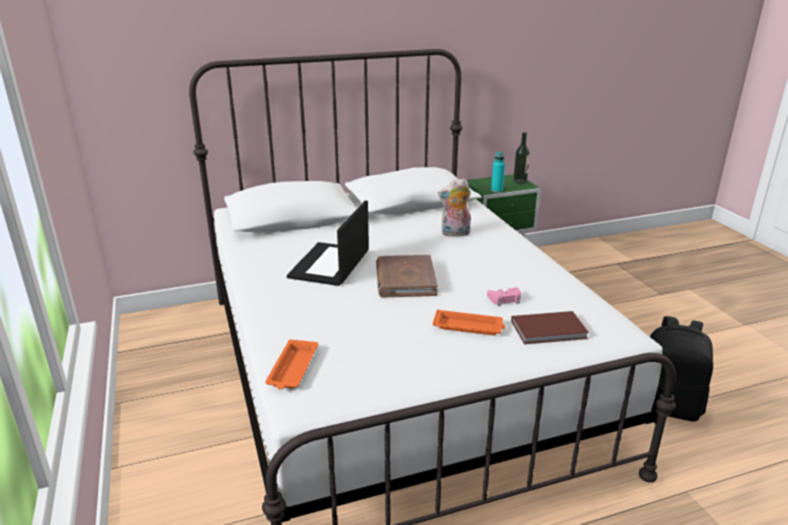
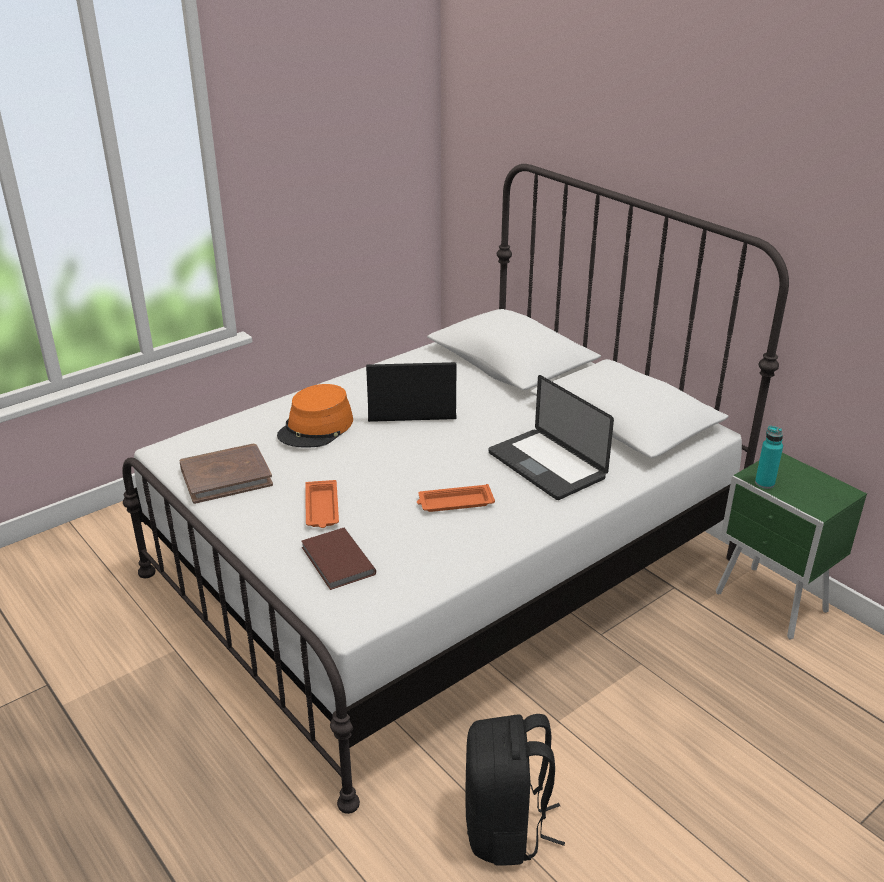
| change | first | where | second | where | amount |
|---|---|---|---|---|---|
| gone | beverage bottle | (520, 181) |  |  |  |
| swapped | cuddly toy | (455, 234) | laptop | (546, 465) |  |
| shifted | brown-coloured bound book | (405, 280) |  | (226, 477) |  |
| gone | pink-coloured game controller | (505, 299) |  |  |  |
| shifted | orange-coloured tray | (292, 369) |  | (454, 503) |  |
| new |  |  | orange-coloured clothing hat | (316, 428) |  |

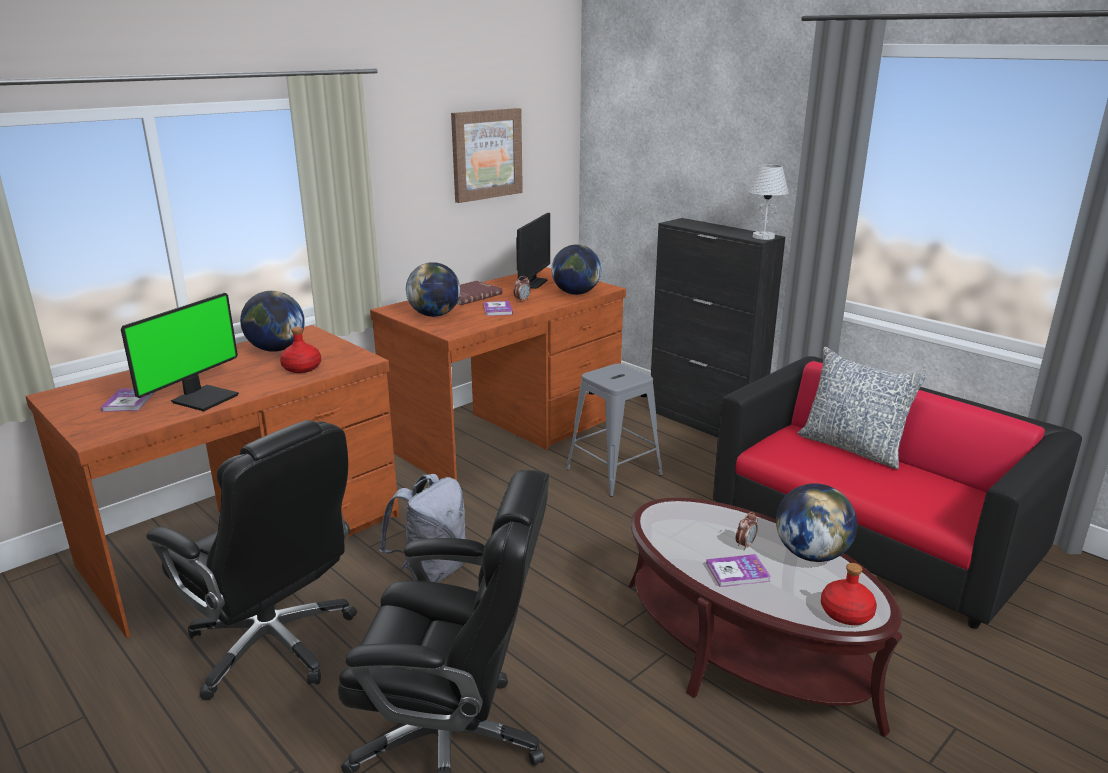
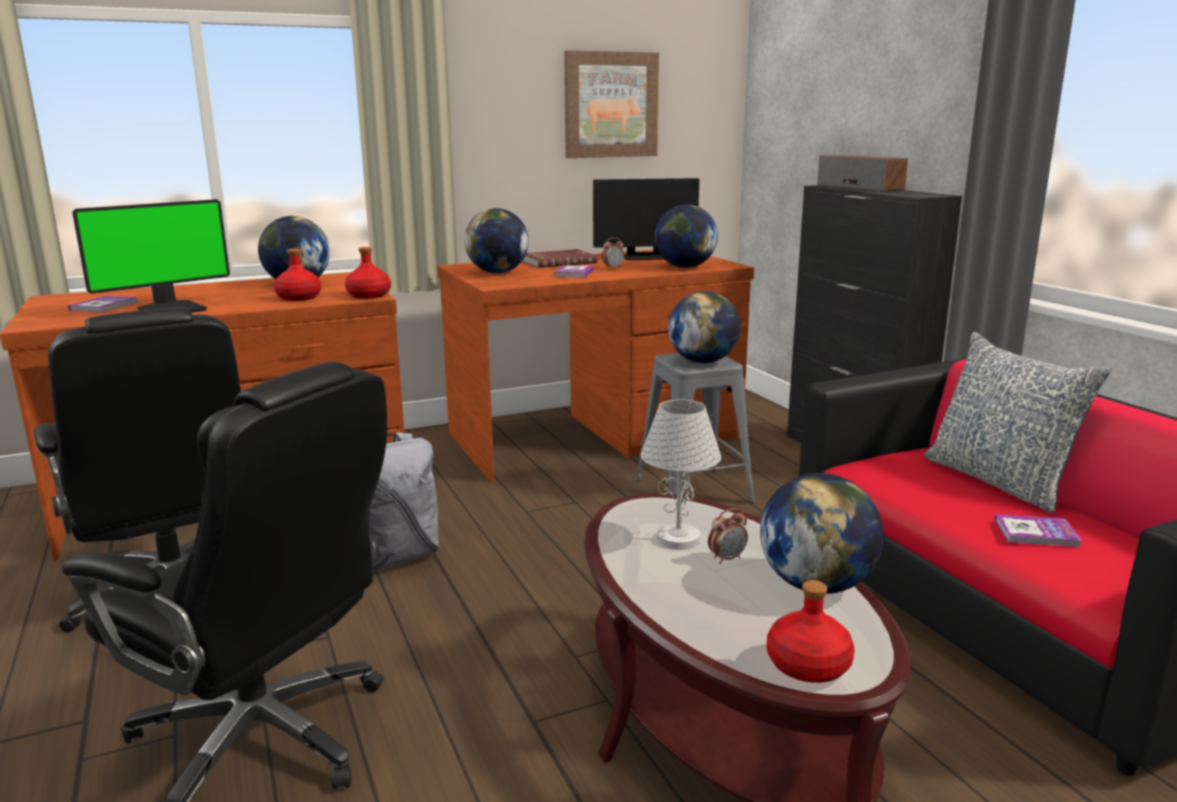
| change | first | where | second | where | amount |
|---|---|---|---|---|---|
| shifted | white-coloured tabletop lamp | (763, 237) |  | (679, 539) |  |
| rotated | computer display | (532, 283) |  | (644, 257) | 45 degrees clockwise |
| shifted | bound book | (737, 572) |  | (1036, 533) |  |
| new |  |  | loudspeaker | (860, 188) |  |
| new |  |  | reddish beverage bottle | (368, 295) |  |
| new |  |  | globe | (703, 361) |  |

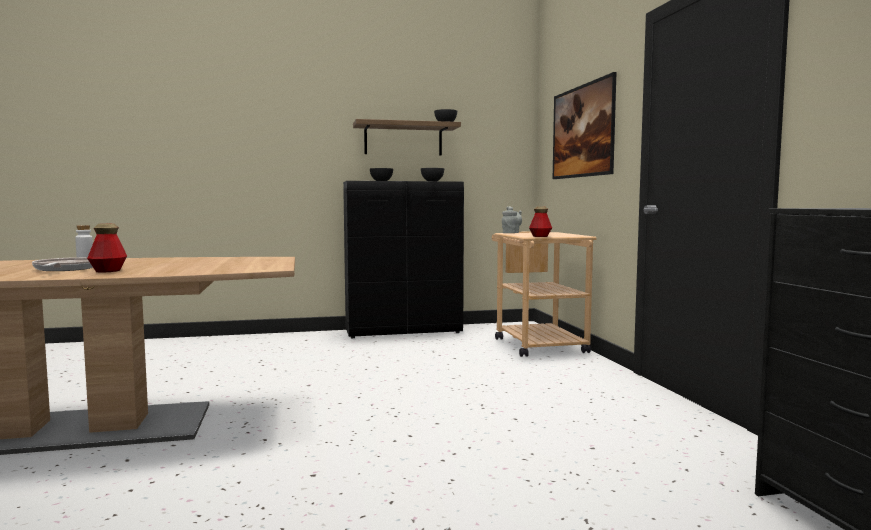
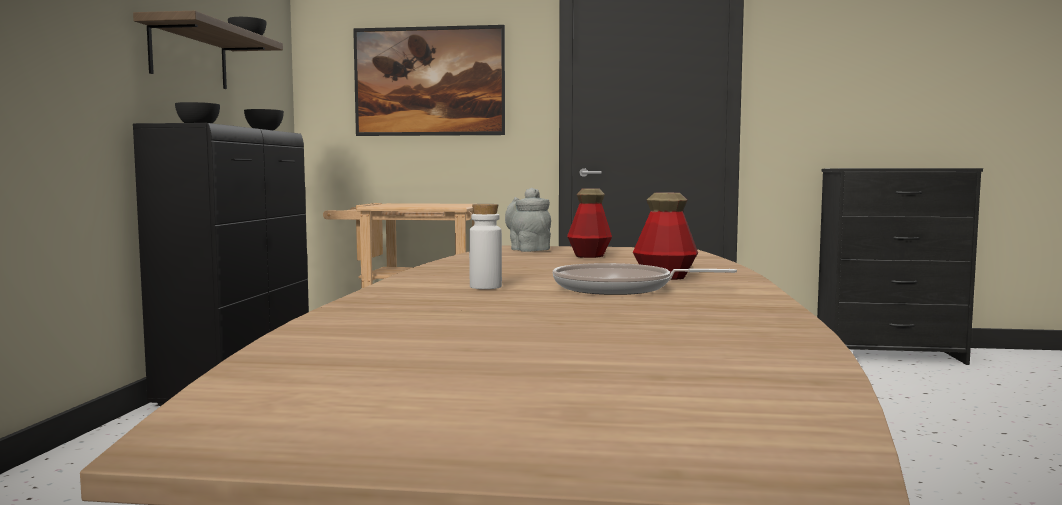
| change | first | where | second | where | amount |
|---|---|---|---|---|---|
| shifted | grey teapot | (511, 233) |  | (528, 249) |  |
| shifted | beverage bottle | (540, 236) |  | (589, 256) |  |

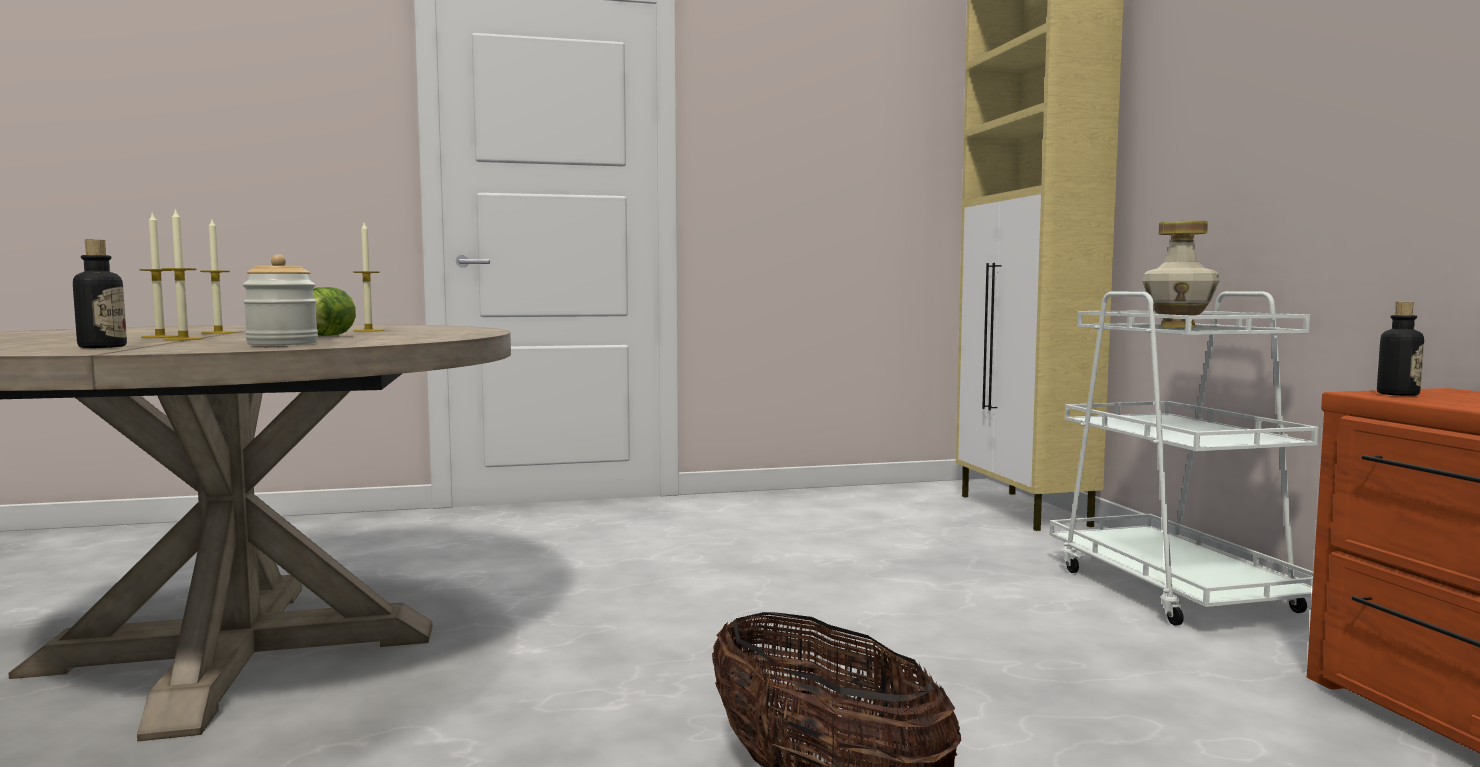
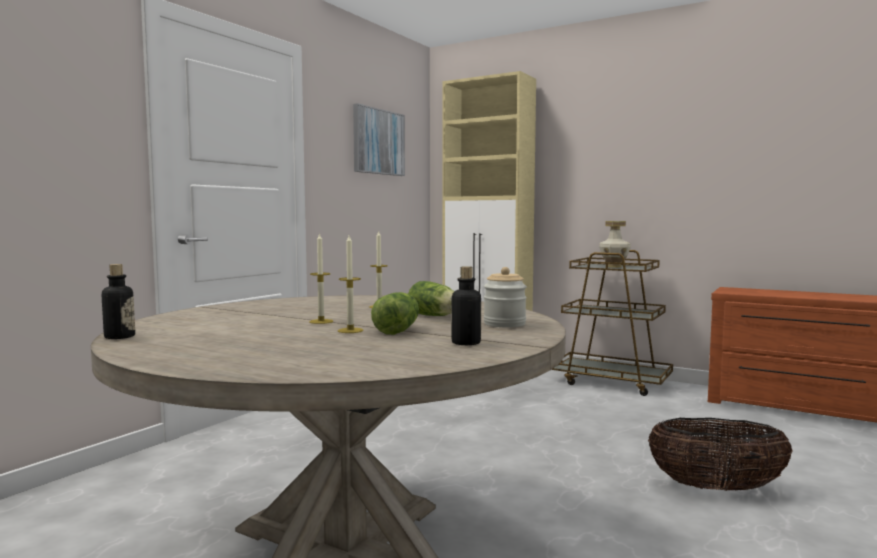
| change | first | where | second | where | amount |
|---|---|---|---|---|---|
| swapped | wax light | (183, 339) | lettuce head | (399, 330) |  |
| repainted | white-coloured wheeled cart | (1173, 589) | brown-coloured wheeled cart | (611, 382) |  |
| shifted | beverage bottle | (1397, 394) |  | (119, 337) |  |
| new |  |  | wall art | (378, 142) |  |

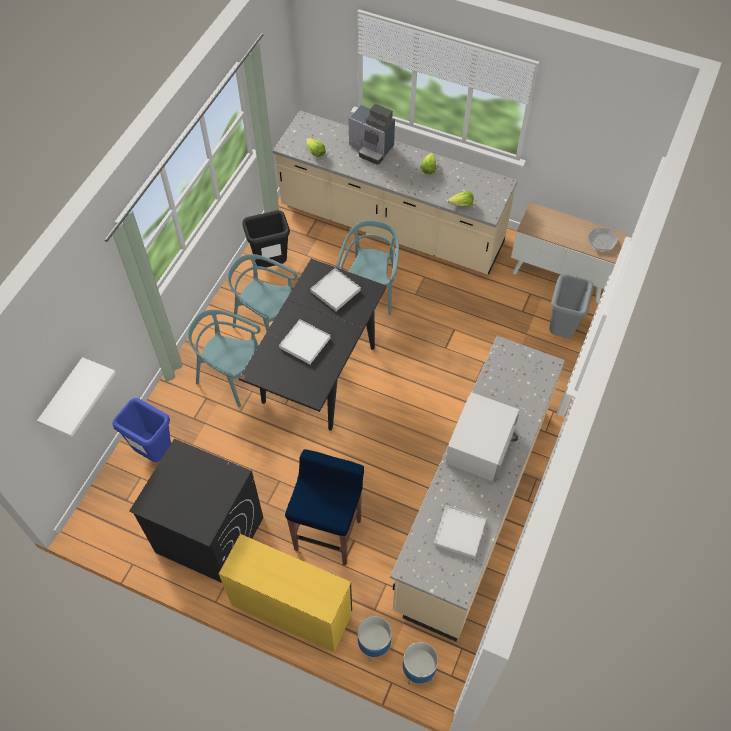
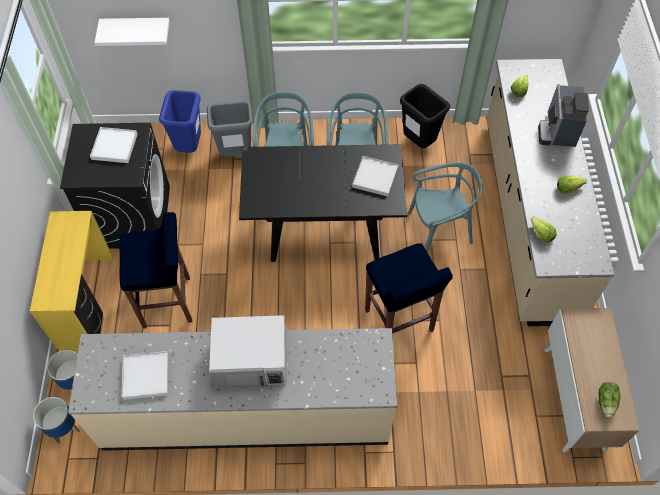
| change | first | where | second | where | amount |
|---|---|---|---|---|---|
| swapped | pan | (601, 241) | lettuce head | (606, 402) |  |
| shifted | grey rubbish bin | (560, 331) |  | (235, 154) |  |
| shifted | white-coloured tray | (305, 343) |  | (114, 146) |  |
| new |  |  | blue stool | (399, 321) |  |

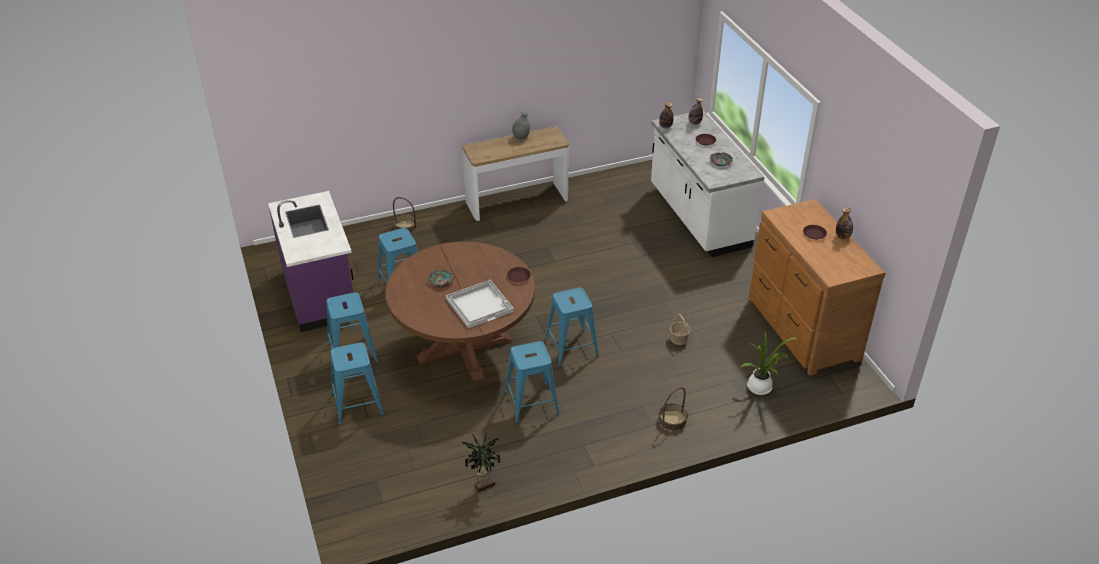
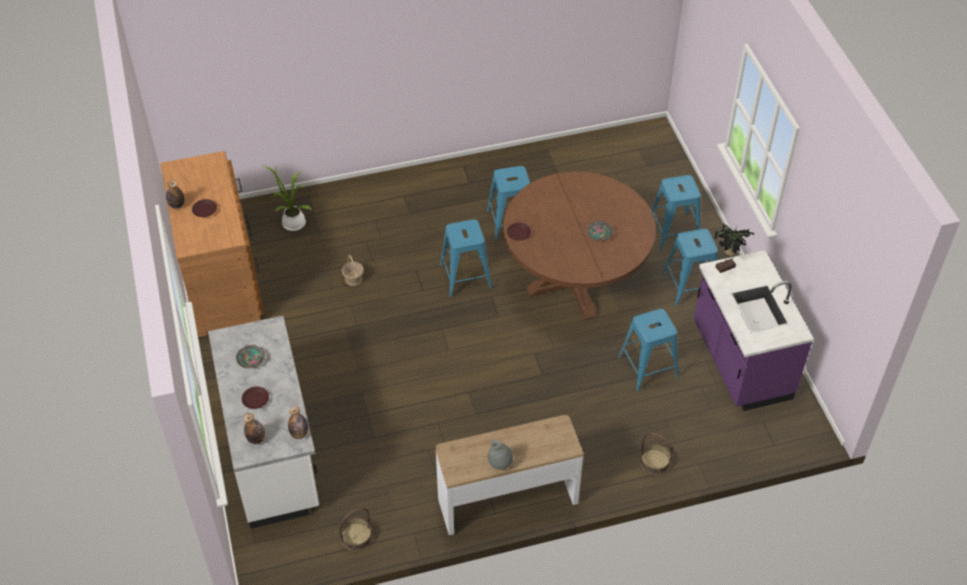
| change | first | where | second | where | amount |
|---|---|---|---|---|---|
| gone | white-coloured tray | (479, 304) |  |  |  |
| shifted | storage basket | (672, 420) |  | (356, 537) |  |
| shifted | plant in a pot | (483, 484) |  | (726, 268) |  |

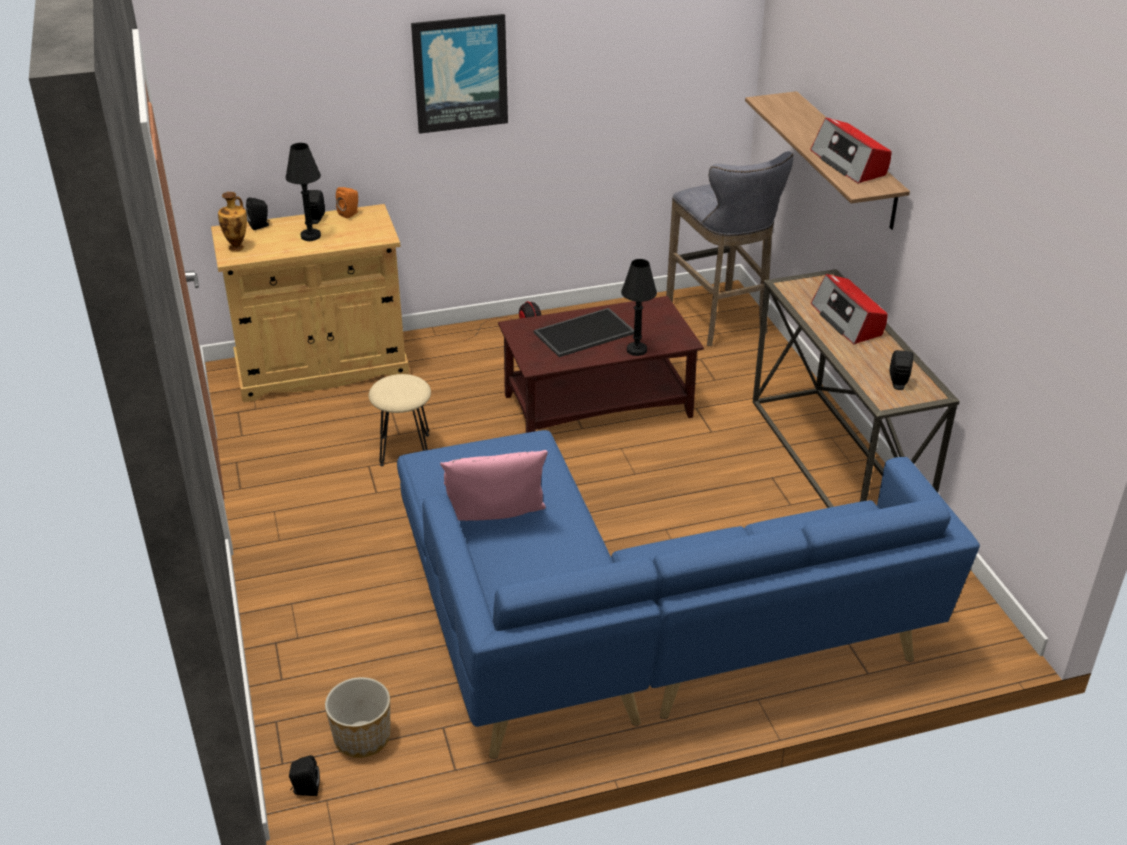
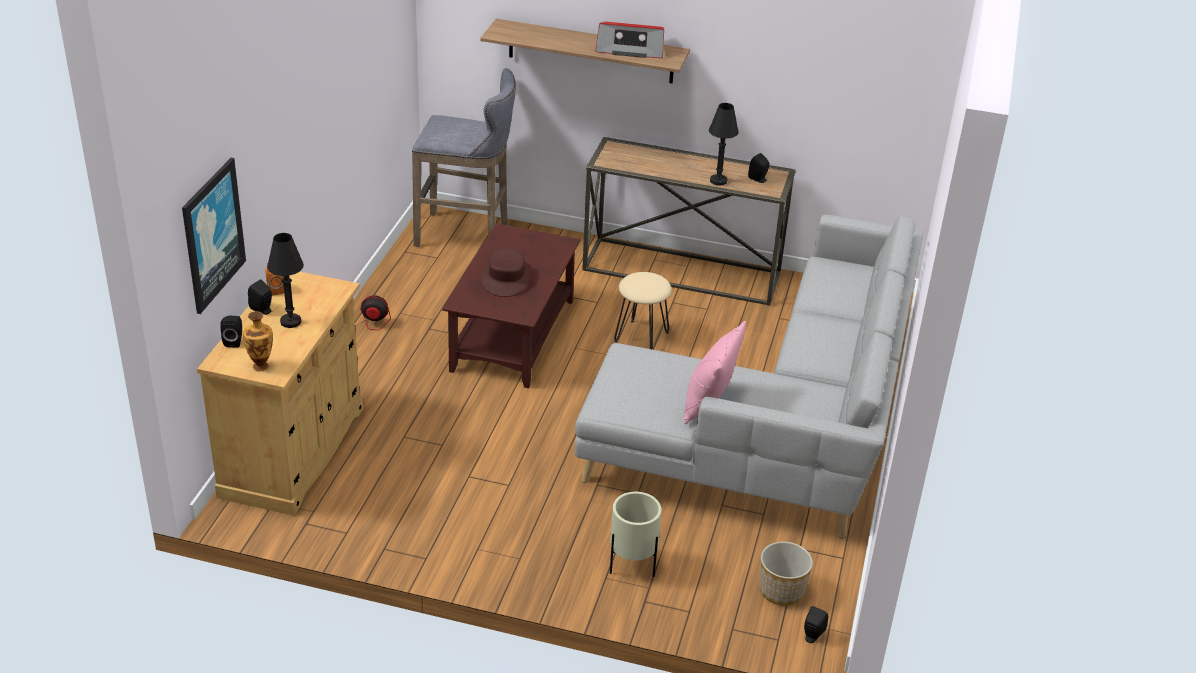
| change | first | where | second | where | amount |
|---|---|---|---|---|---|
| shifted | wall art | (460, 73) |  | (212, 235) |  |
| shifted | black tabletop lamp | (636, 350) |  | (718, 181) |  |
| gone | radio | (848, 320) |  |  |  |
| swapped | tray | (584, 334) | brown-coloured clothing hat | (506, 278) |  |
| shifted | beige-coloured stool | (404, 449) |  | (641, 336) |  |
| repainted | blue settee | (628, 636) | grey settee | (777, 432) |  |
| new |  |  | beige-coloured plant pot | (632, 566) |  |

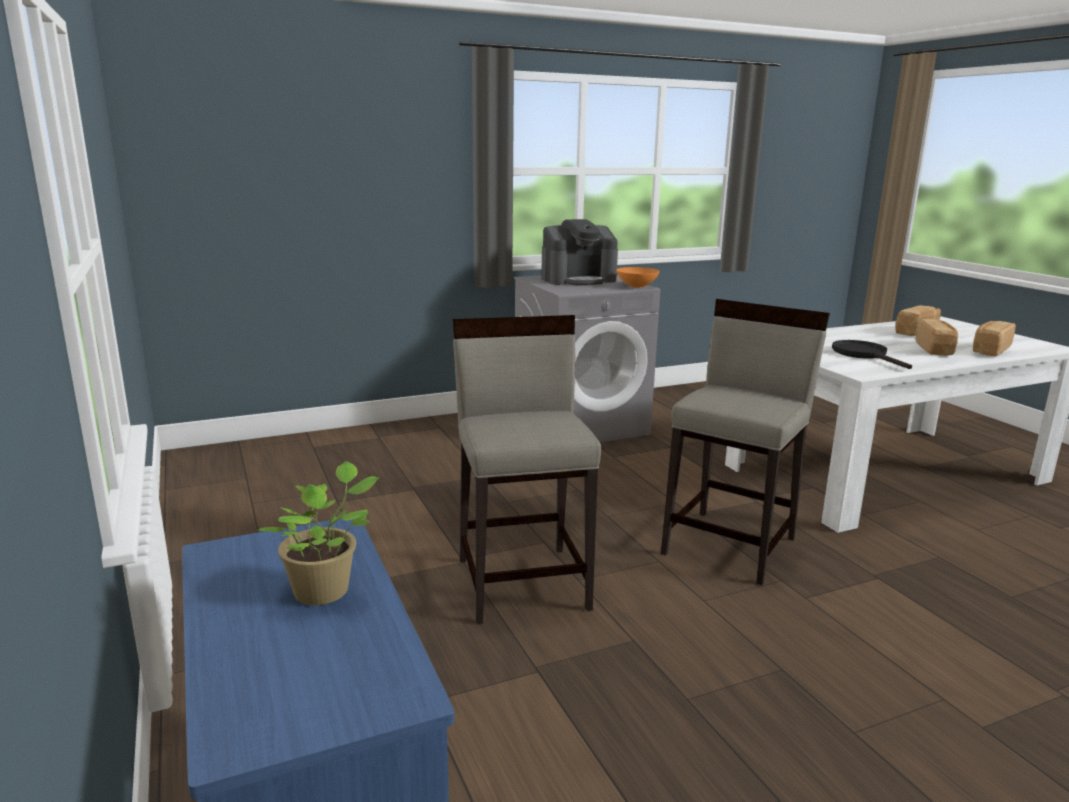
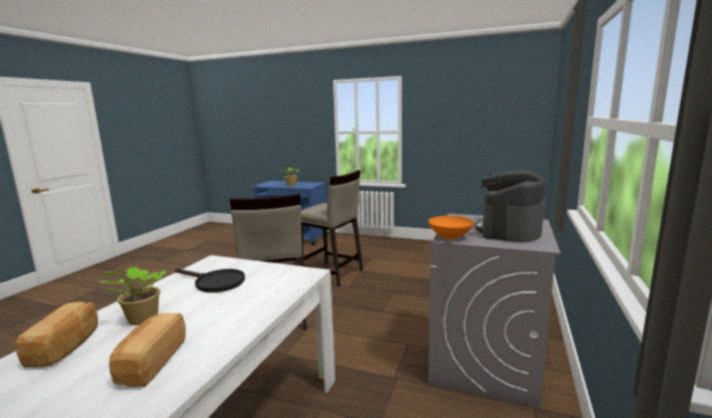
| change | first | where | second | where | amount |
|---|---|---|---|---|---|
| swapped | baked bread | (935, 349) | plant in a pot | (141, 320) |  |

